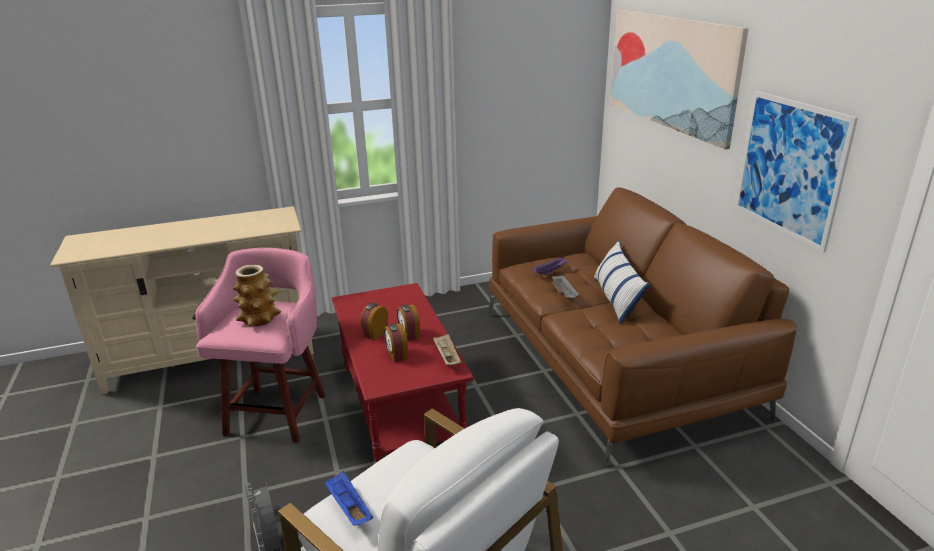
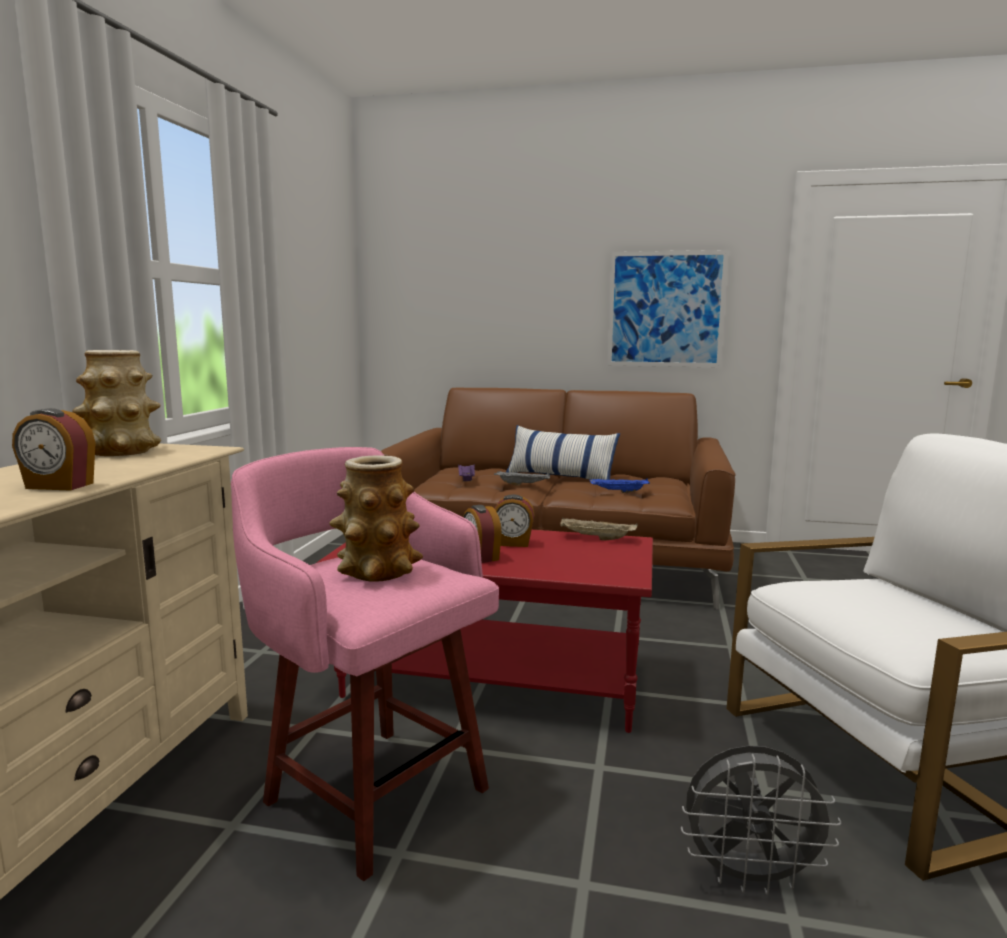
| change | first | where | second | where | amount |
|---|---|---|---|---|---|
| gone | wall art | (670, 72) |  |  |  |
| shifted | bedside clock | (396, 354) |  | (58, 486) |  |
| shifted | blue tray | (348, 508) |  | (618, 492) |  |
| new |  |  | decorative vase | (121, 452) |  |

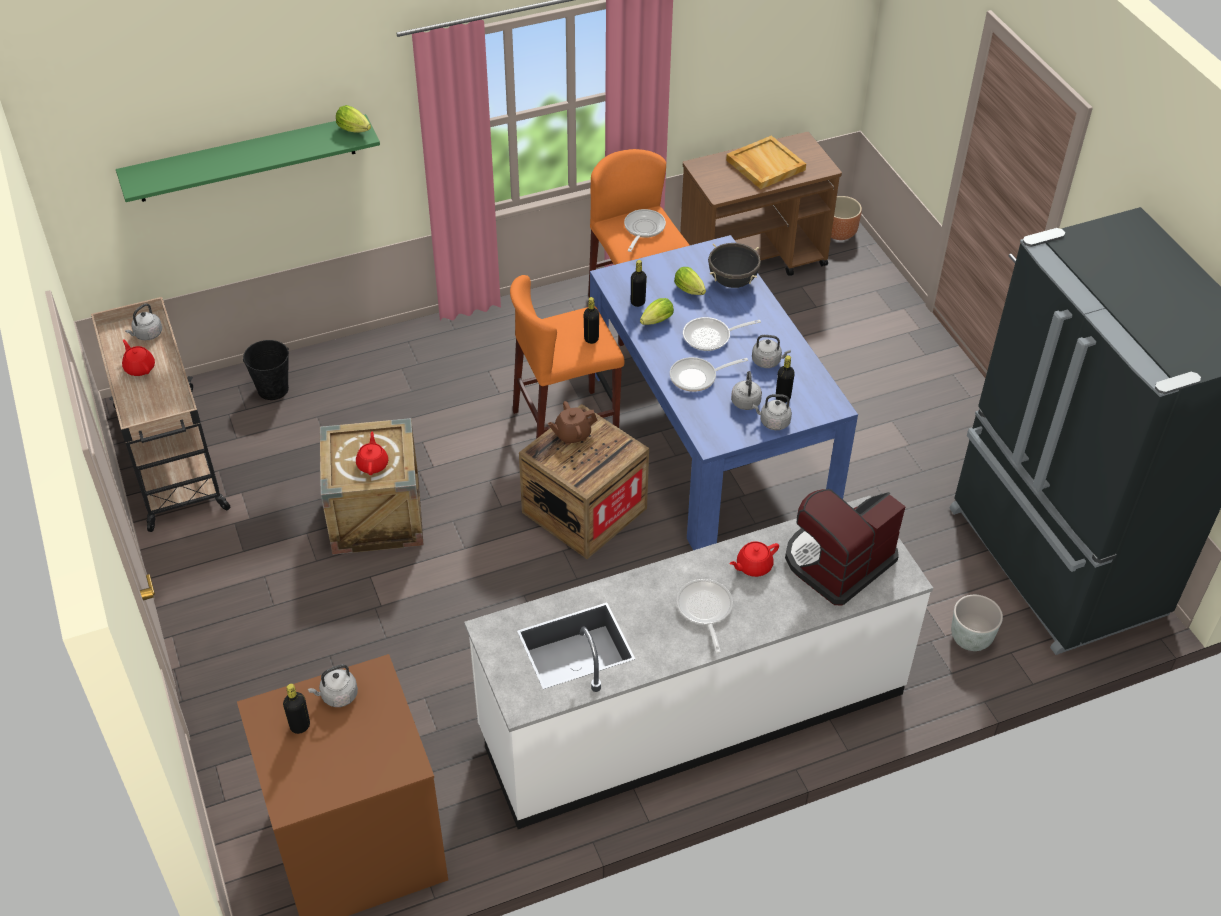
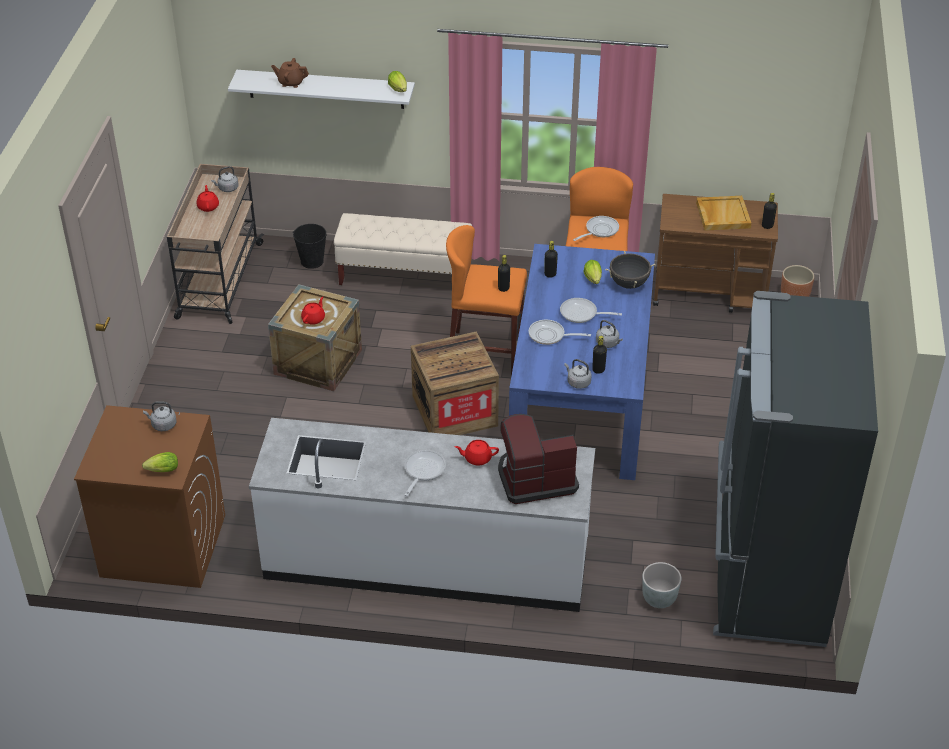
| change | first | where | second | where | amount |
|---|---|---|---|---|---|
| repainted | greenish wall shelf | (246, 158) | white-coloured wall shelf | (326, 89) |  |
| shifted | lettuce head | (655, 322) |  | (161, 471) |  |
| gone | grey water kettle | (745, 401) |  |  |  |
| shifted | brown-coloured teapot | (572, 435) |  | (291, 82) |  |
| shifted | black beverage bottle | (300, 726) |  | (767, 226) |  |
| new |  |  | beige-coloured bench | (405, 276) |  |

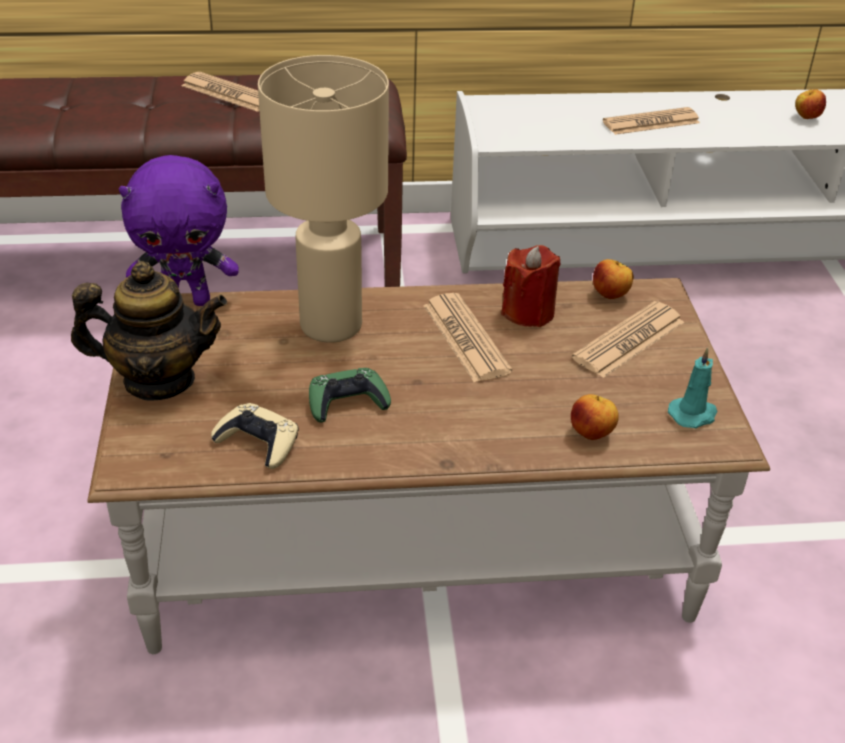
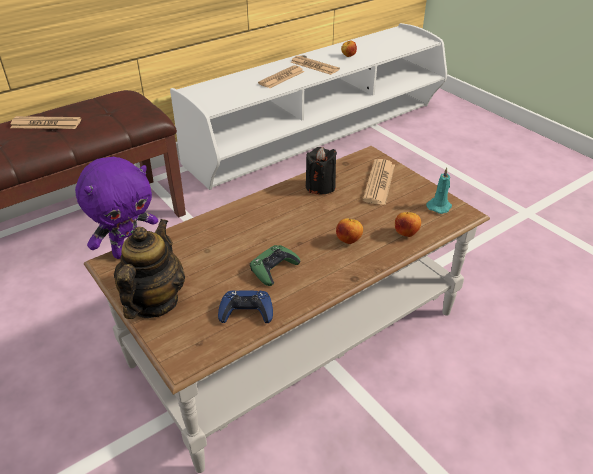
| change | first | where | second | where | amount |
|---|---|---|---|---|---|
| gone | beige-coloured tabletop lamp | (331, 326) |  |  |  |
| repainted | reddish wax light | (528, 312) | black wax light | (320, 186) |  |
| shifted | apple | (610, 295) |  | (349, 241) |  |
| rotated | teapot | (159, 380) |  | (153, 302) | 45 degrees counterclockwise |
| shifted | printed paper | (465, 338) |  | (314, 66) |  |
| repainted | beige-coloured game controller | (258, 442) | blue game controller | (246, 312) |  |

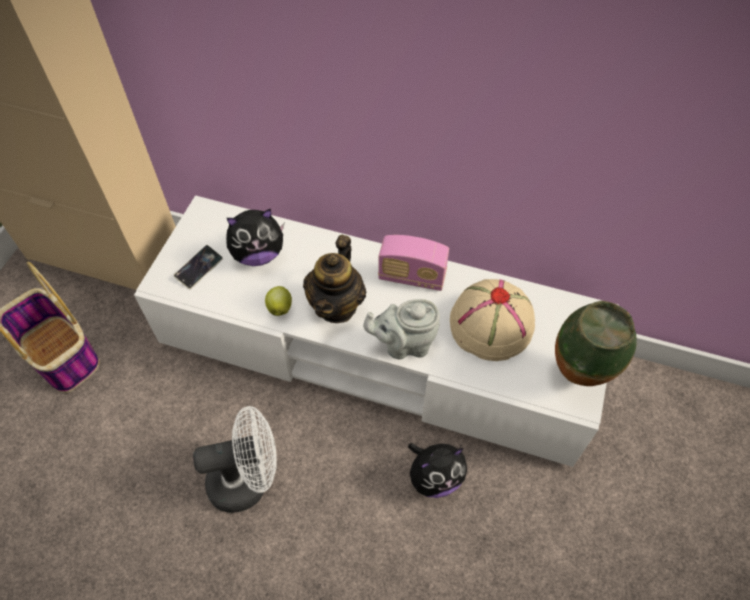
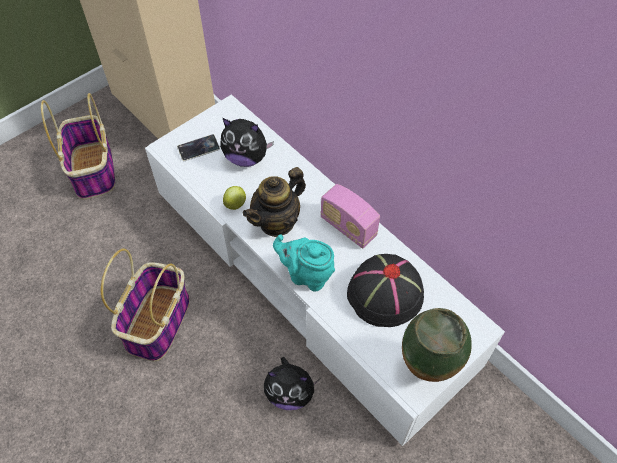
| change | first | where | second | where | amount |
|---|---|---|---|---|---|
| repainted | beige-coloured clothing hat | (491, 325) | black clothing hat | (384, 294) |  |
| repainted | grey teapot | (404, 344) | turquoise teapot | (307, 275) |  |
| swapped | white-coloured fan | (247, 480) | storage basket | (158, 321) |  |

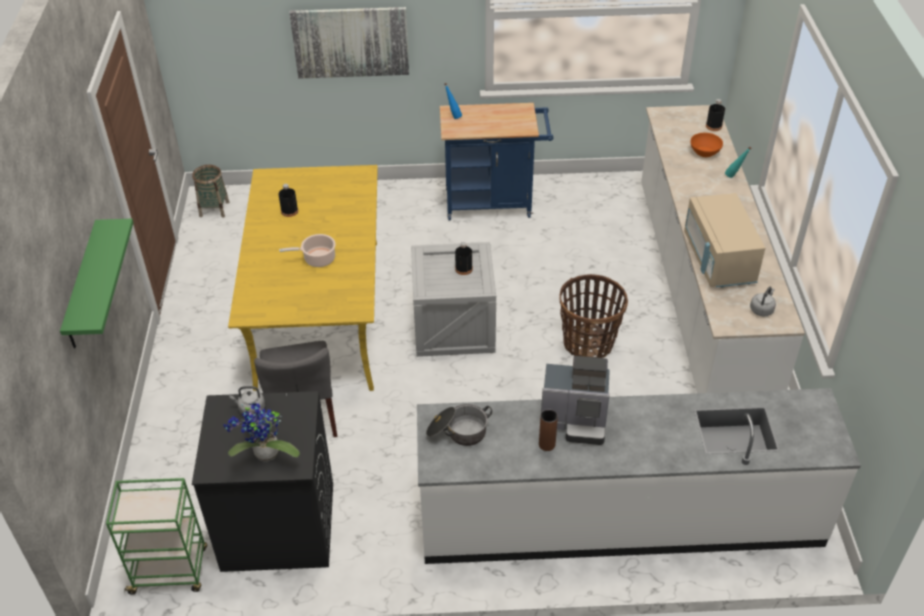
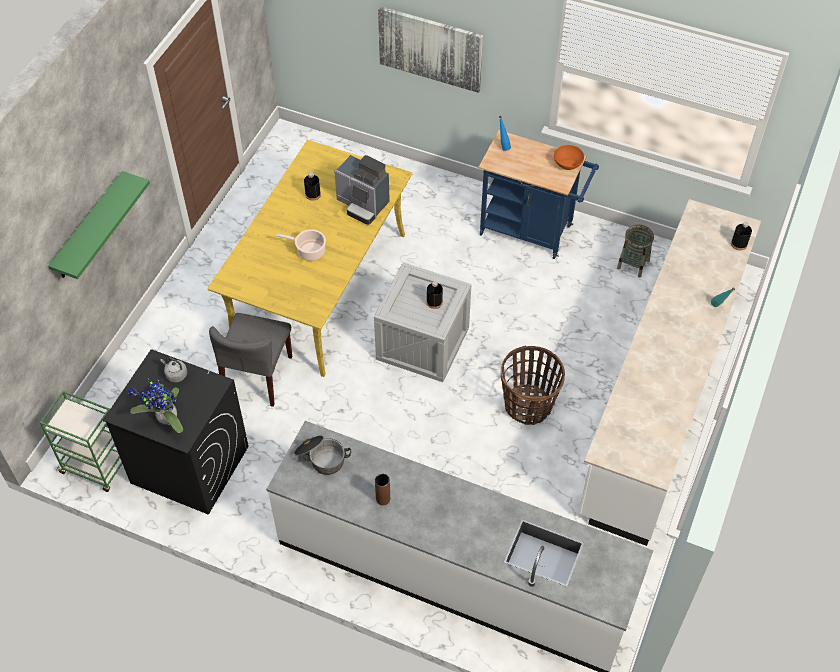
| change | first | where | second | where | amount |
|---|---|---|---|---|---|
| shifted | orange-coloured serving bowl | (705, 152) |  | (568, 164) |  |
| shifted | storage basket | (214, 209) |  | (633, 264) |  |
| gone | beige-coloured microwave | (718, 260) |  |  |  |
| gone | grey water kettle | (762, 309) |  |  |  |
| shifted | coffee maker | (575, 422) |  | (363, 204) |  |

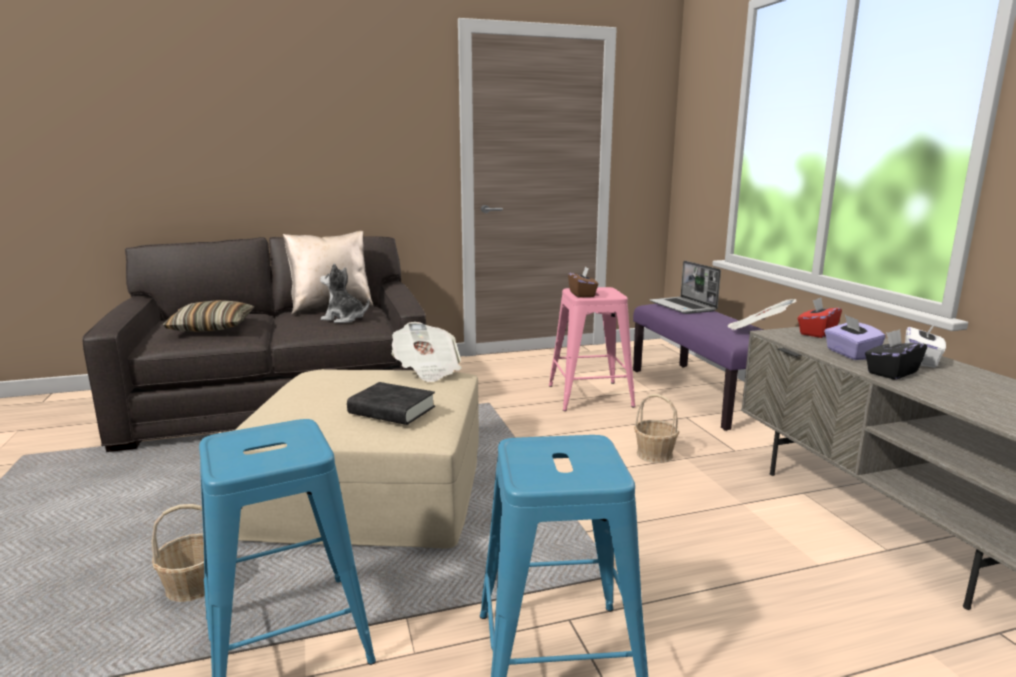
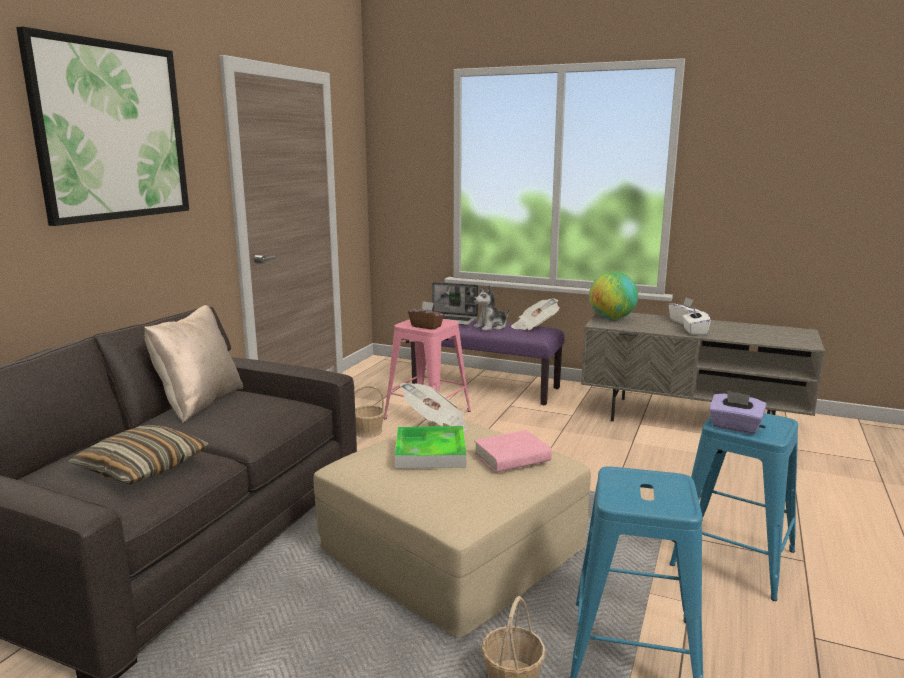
| change | first | where | second | where | amount |
|---|---|---|---|---|---|
| shifted | cuddly toy | (344, 319) |  | (491, 327) |  |
| swapped | reddish tissue holder | (817, 333) | globe | (611, 318) |  |
| shifted | purplish tissue holder | (850, 354) |  | (734, 427) |  |
| repainted | black tissue holder | (891, 372) | white-coloured tissue holder | (694, 332) |  |
| repainted | black bound book | (392, 410) | pink-coloured bound book | (512, 457) |  |
| shifted | storage basket | (654, 454) |  | (368, 432) |  |
| new |  |  | wall art | (112, 131) |  |
| new |  |  | tray | (430, 452) |  |

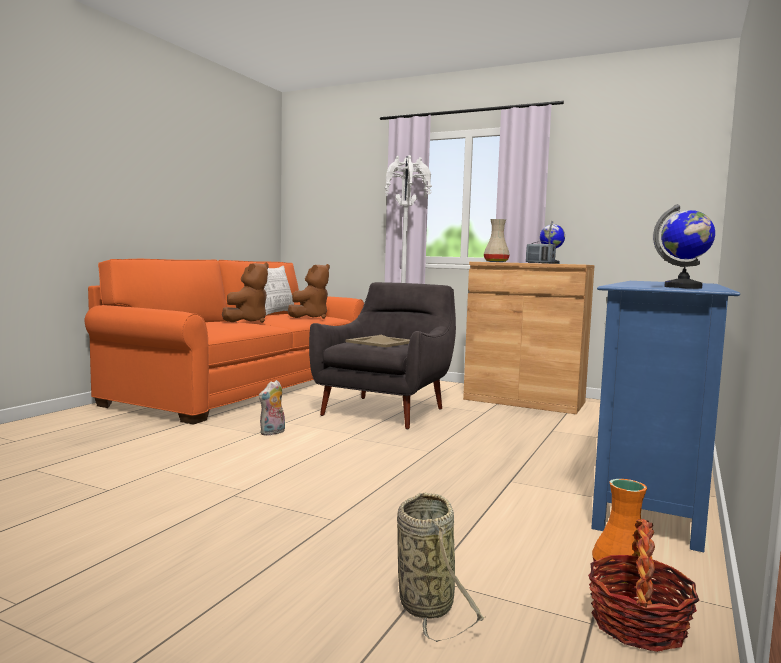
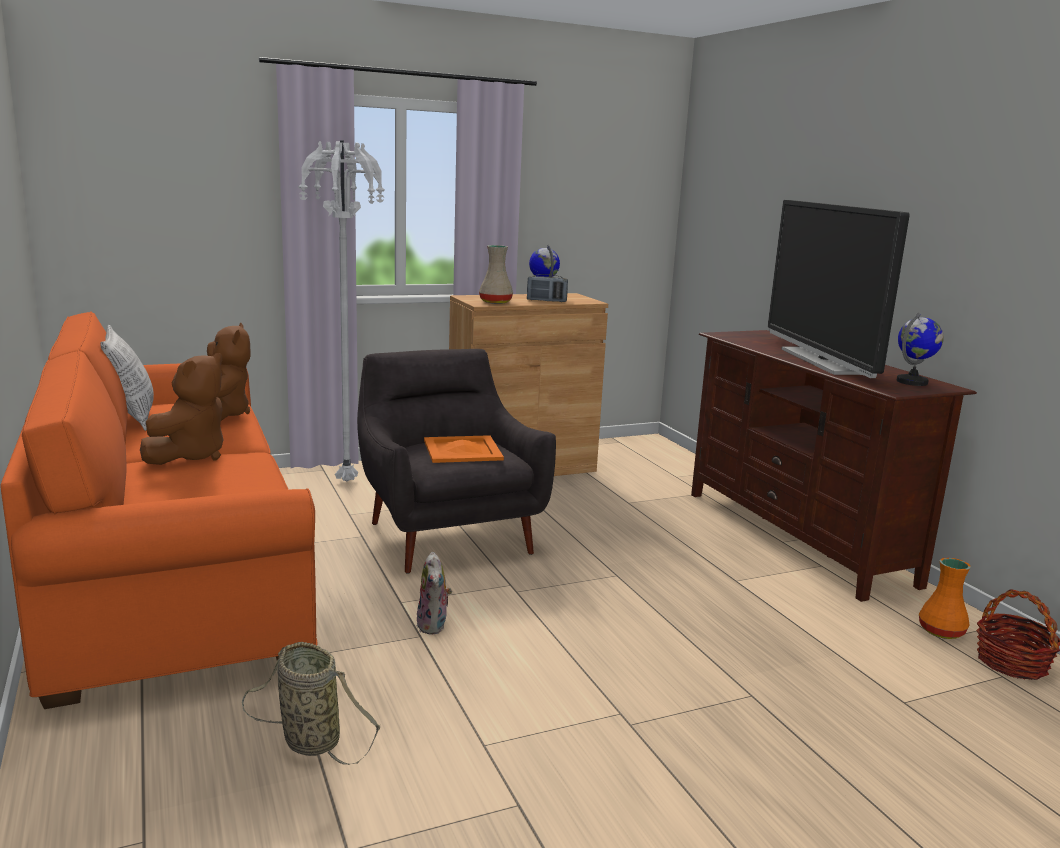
| change | first | where | second | where | amount |
|---|---|---|---|---|---|
| rotated | brown-coloured cuddly toy | (247, 321) |  | (190, 455) | 45 degrees clockwise |
| repainted | blue tv unit | (655, 484) | brown-coloured tv unit | (796, 536) |  |
| repainted | beige-coloured tray | (380, 342) | orange-coloured tray | (463, 450) |  |
| shifted | storage basket | (424, 602) |  | (307, 740) |  |
| new |  |  | television | (822, 361) |  |

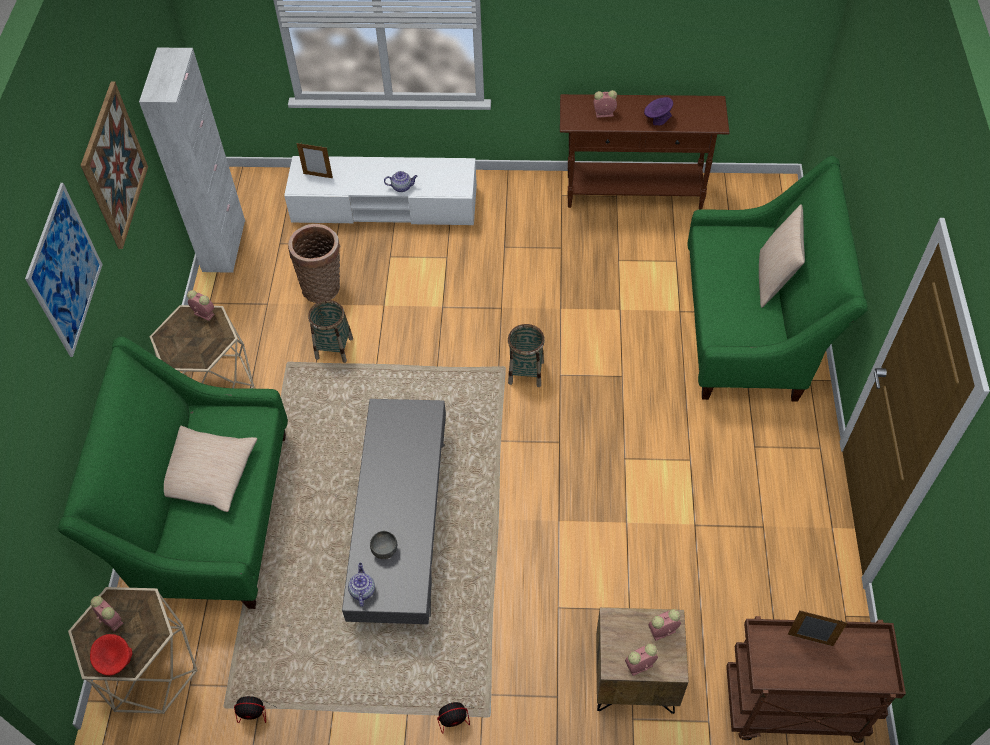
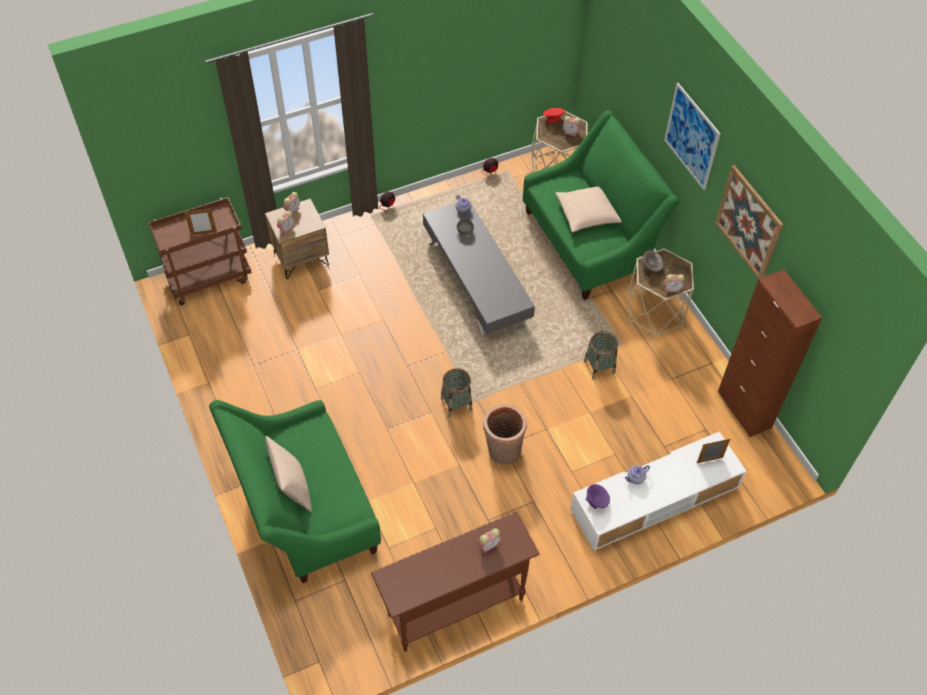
| change | first | where | second | where | amount |
|---|---|---|---|---|---|
| repainted | white-coloured cupboard | (224, 246) | brown-coloured cupboard | (744, 409) |  |
| shifted | purplish serving bowl | (657, 119) |  | (596, 501) |  |
| shifted | storage basket | (323, 287) |  | (502, 452) |  |
| new |  |  | grey serving bowl | (651, 267) |  |

